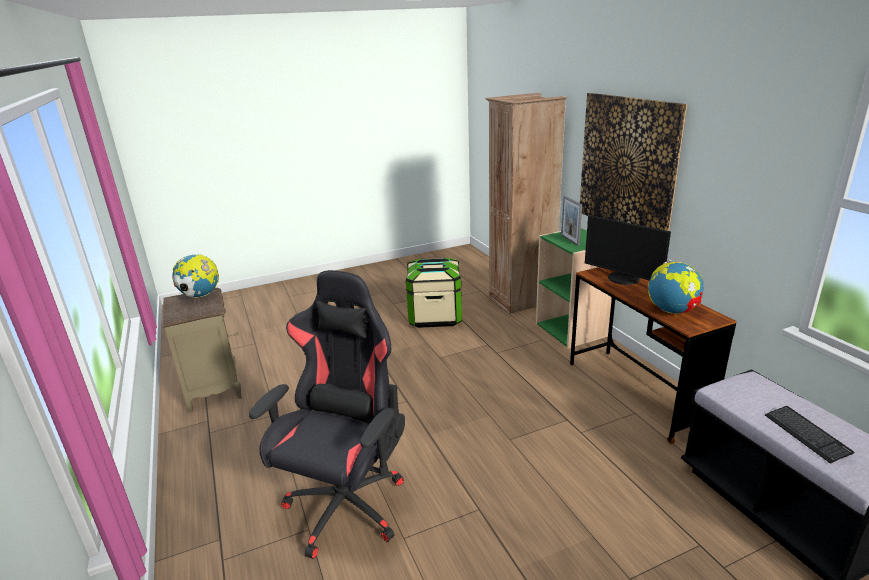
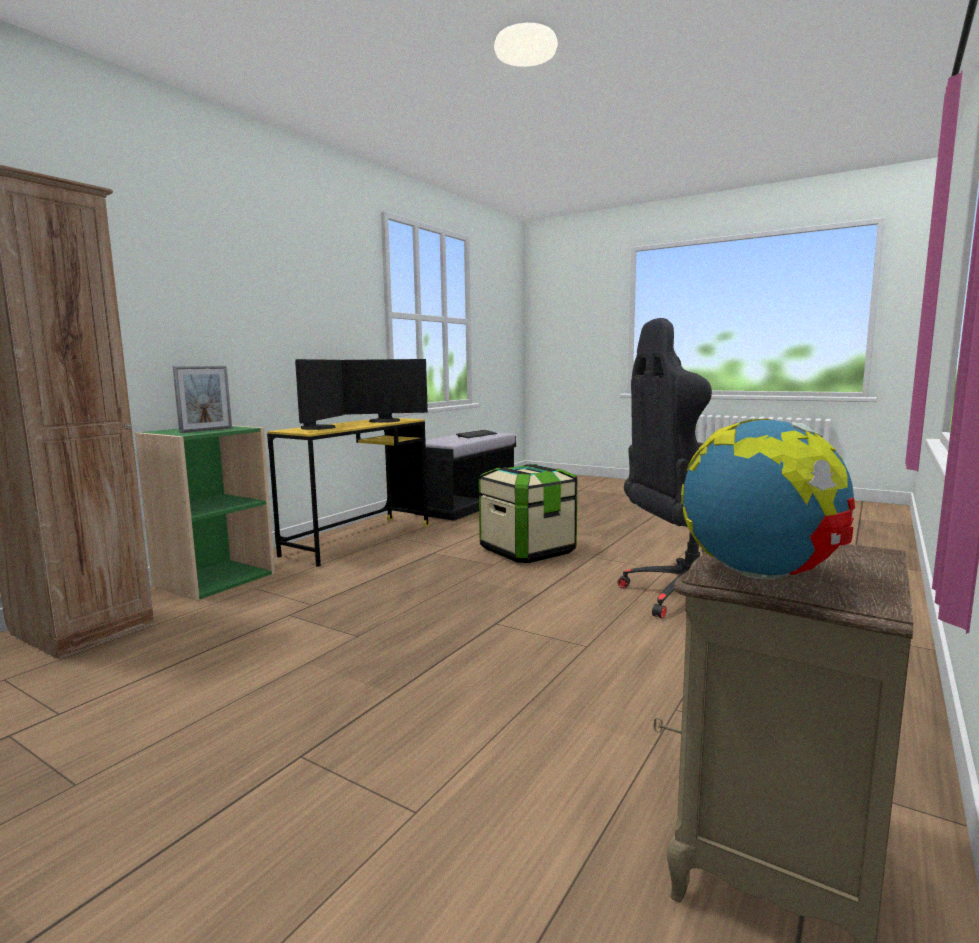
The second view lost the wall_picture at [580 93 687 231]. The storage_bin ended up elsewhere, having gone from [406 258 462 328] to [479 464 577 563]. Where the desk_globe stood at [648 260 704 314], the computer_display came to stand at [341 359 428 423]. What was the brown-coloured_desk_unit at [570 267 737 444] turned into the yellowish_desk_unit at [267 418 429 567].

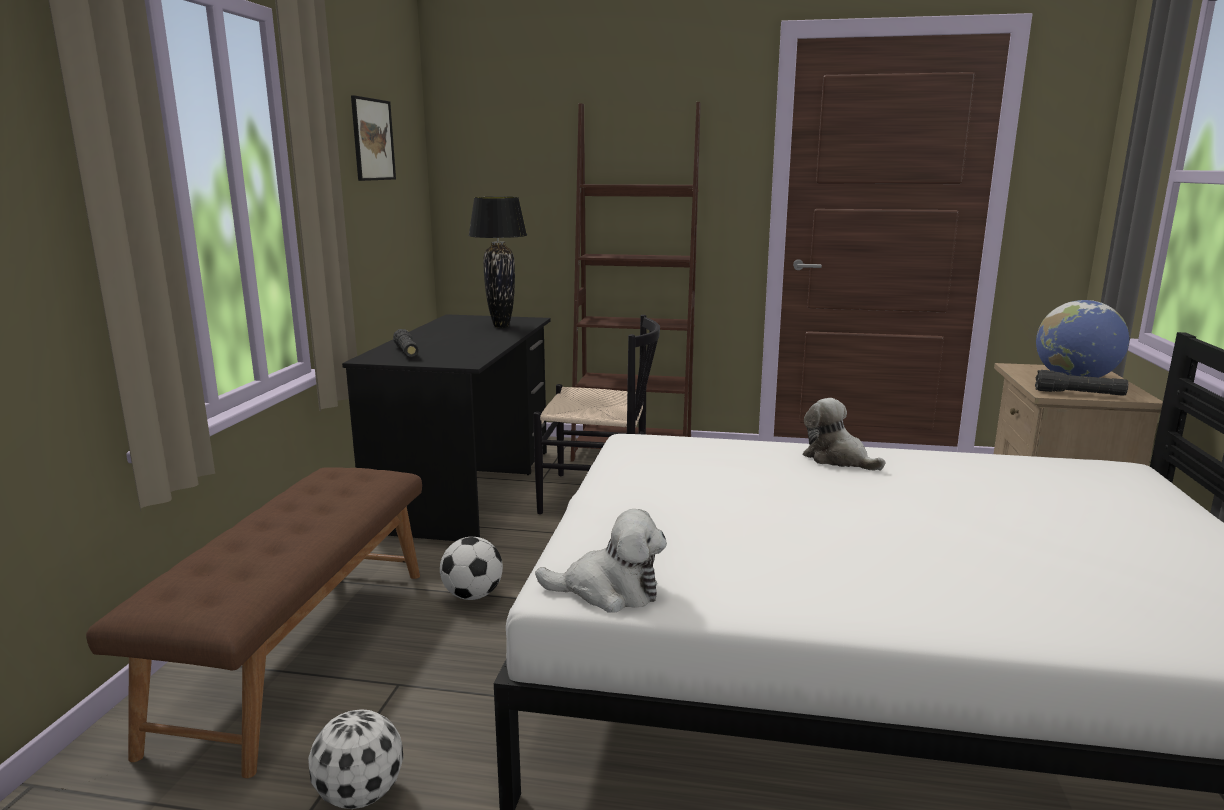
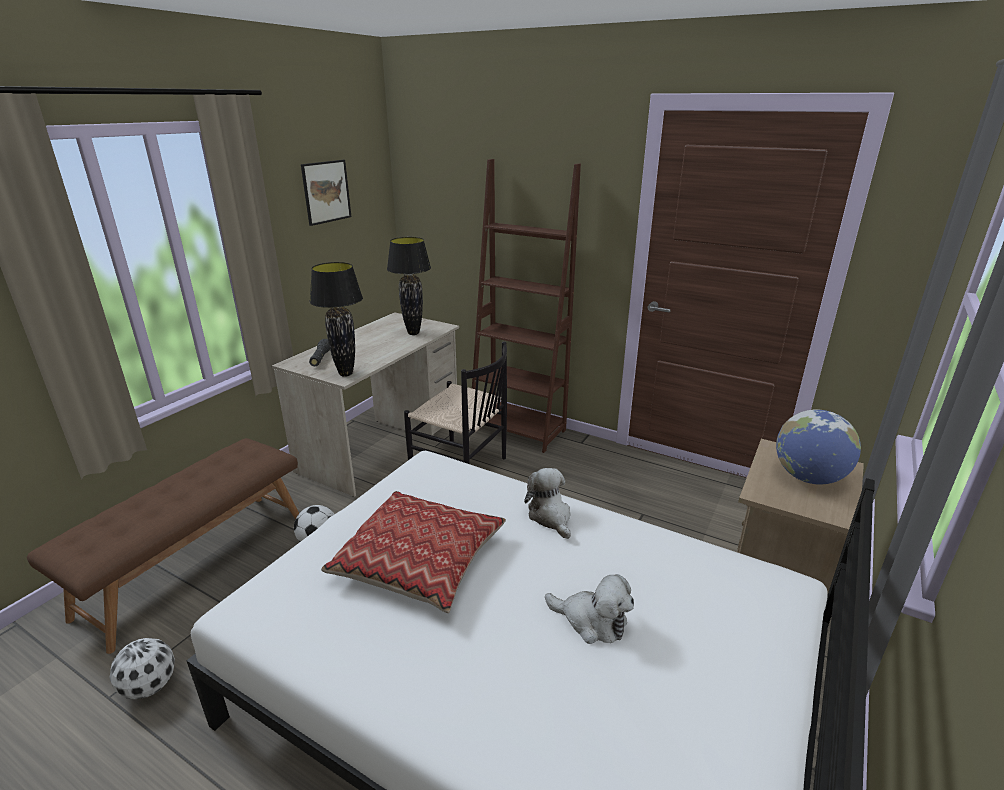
What was the black-coloured_desk_unit at [342 314 551 541] turned into the beige_desk_unit at [272 312 459 497]. The second view lost the black-coloured_flashlight at [1035 370 1128 396]. The cuddly_toy ended up elsewhere, having gone from [535 509 667 613] to [545 574 634 644]. The second view gained the black-coloured_tabletop_lamp at [310 262 363 377]. The second view gained the pillow at [321 491 506 613].

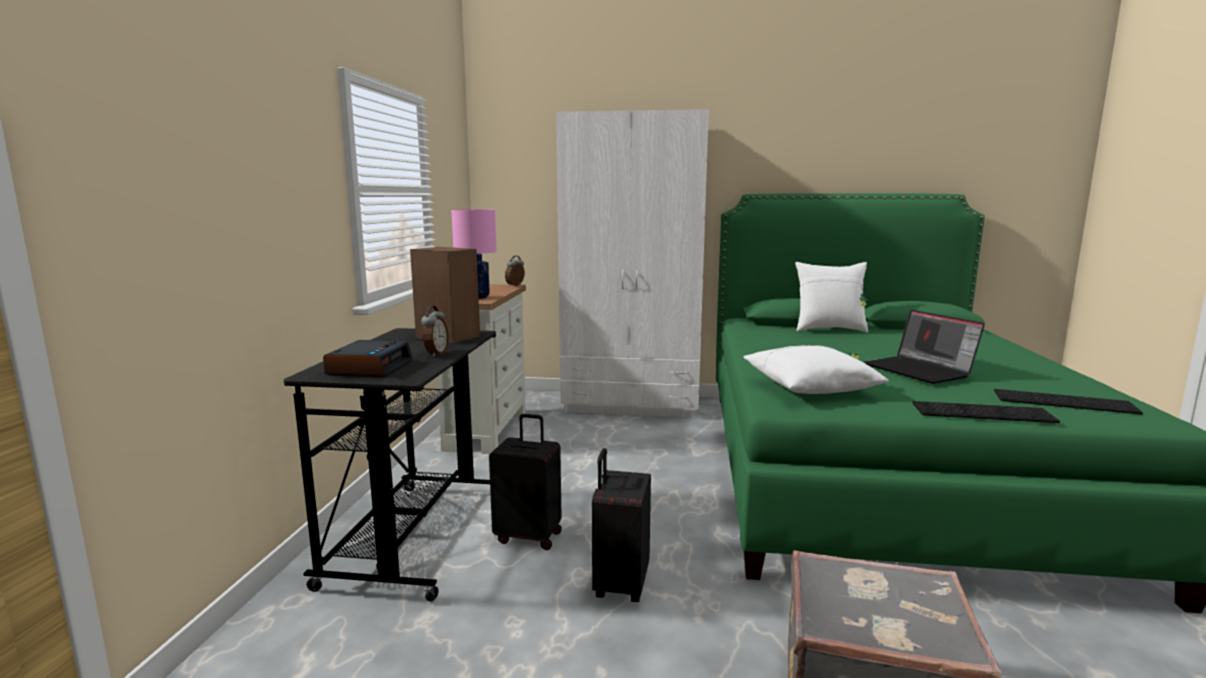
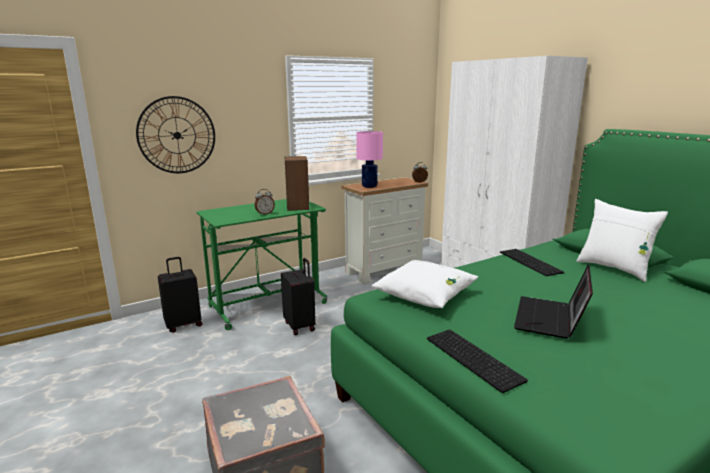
What was the black-coloured_desk_unit at [284 328 496 602] turned into the green-coloured_desk_unit at [196 199 327 330]. The second view lost the table_clock at [323 340 413 377]. The PC_keyboard ended up elsewhere, having gone from [994 389 1143 415] to [500 249 564 276]. The black-coloured_travel_case ended up elsewhere, having gone from [592 448 651 602] to [158 257 202 333]. The second view gained the hanging_clock at [136 96 215 173].

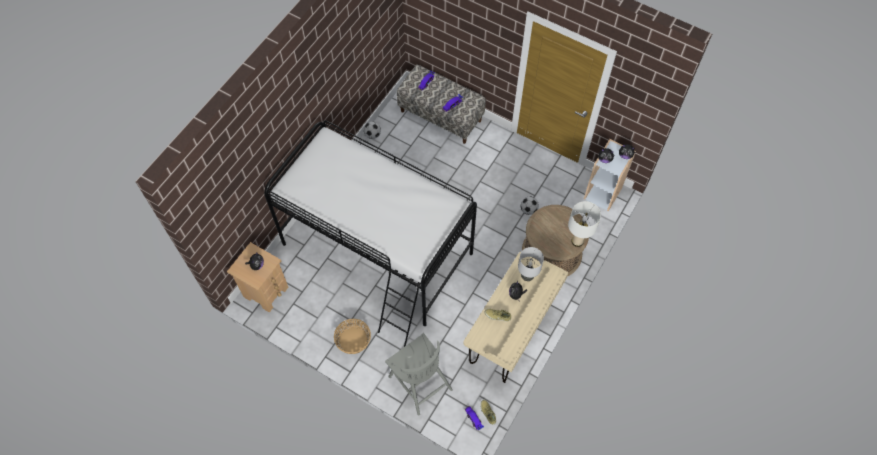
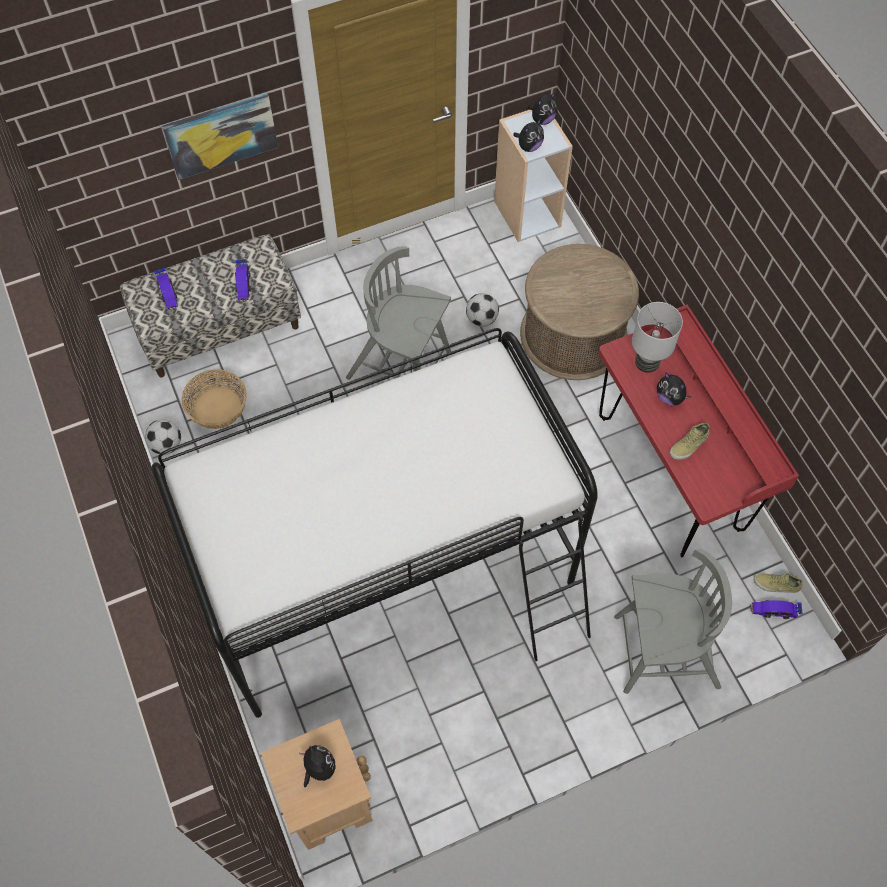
The second view lost the white-coloured_tabletop_lamp at [568 201 601 247]. What was the beige_desk_unit at [463 252 568 383] turned into the red-coloured_desk_unit at [598 304 799 557]. The storage_basket ended up elsewhere, having gone from [334 319 371 354] to [182 369 247 429]. The second view gained the wall_picture at [162 93 278 180]. The second view gained the greyish_upright_chair at [346 246 451 380].

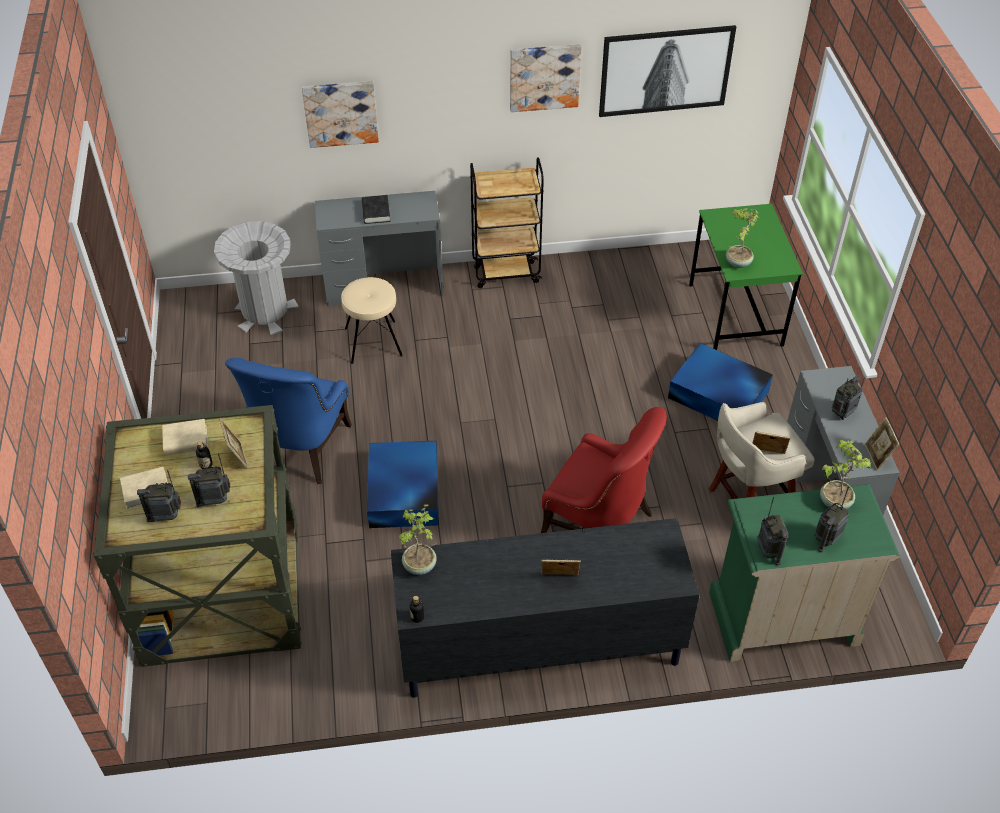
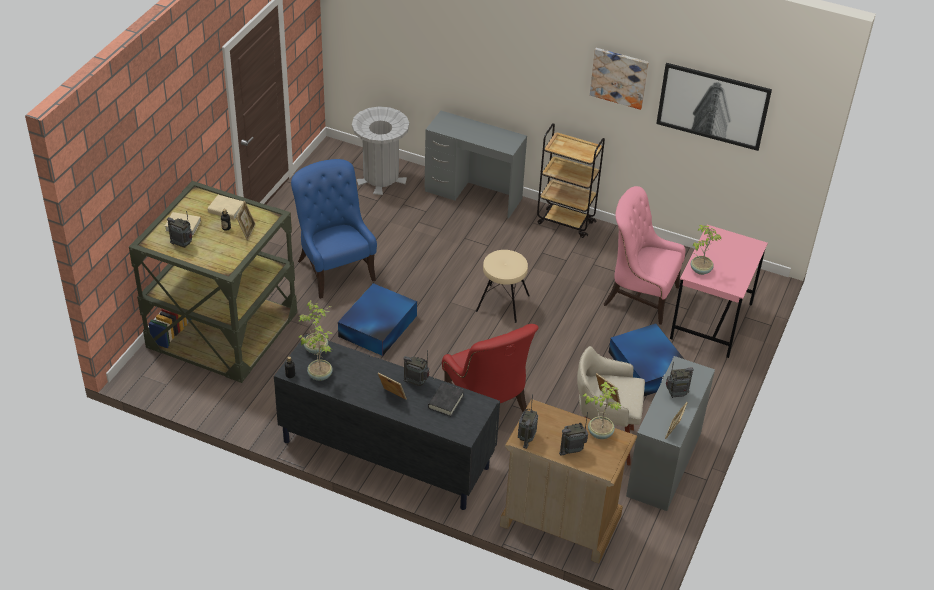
The second view lost the wall_picture at [302 81 379 148]. The black-coloured_book ended up elsewhere, having gone from [362 195 390 224] to [428 383 464 416]. What was the green-coloured_desk_unit at [689 204 803 350] turned into the pinkish_desk_unit at [670 225 768 358]. The beige_stool_seat ended up elsewhere, having gone from [341 277 403 364] to [476 250 530 323]. The blue_upright_chair at [225 358 352 484] ended up facing another way, 105 degrees clockwise from before. The radio_set ended up elsewhere, having gone from [188 453 230 507] to [403 350 429 386]. What was the green-coloured_drawer_chest at [709 484 900 662] turned into the brown-coloured_drawer_chest at [500 399 637 563]. The second view gained the pinkish_upright_chair at [604 186 686 325]. The second view gained the plant_in_a_pot at [298 326 333 381].

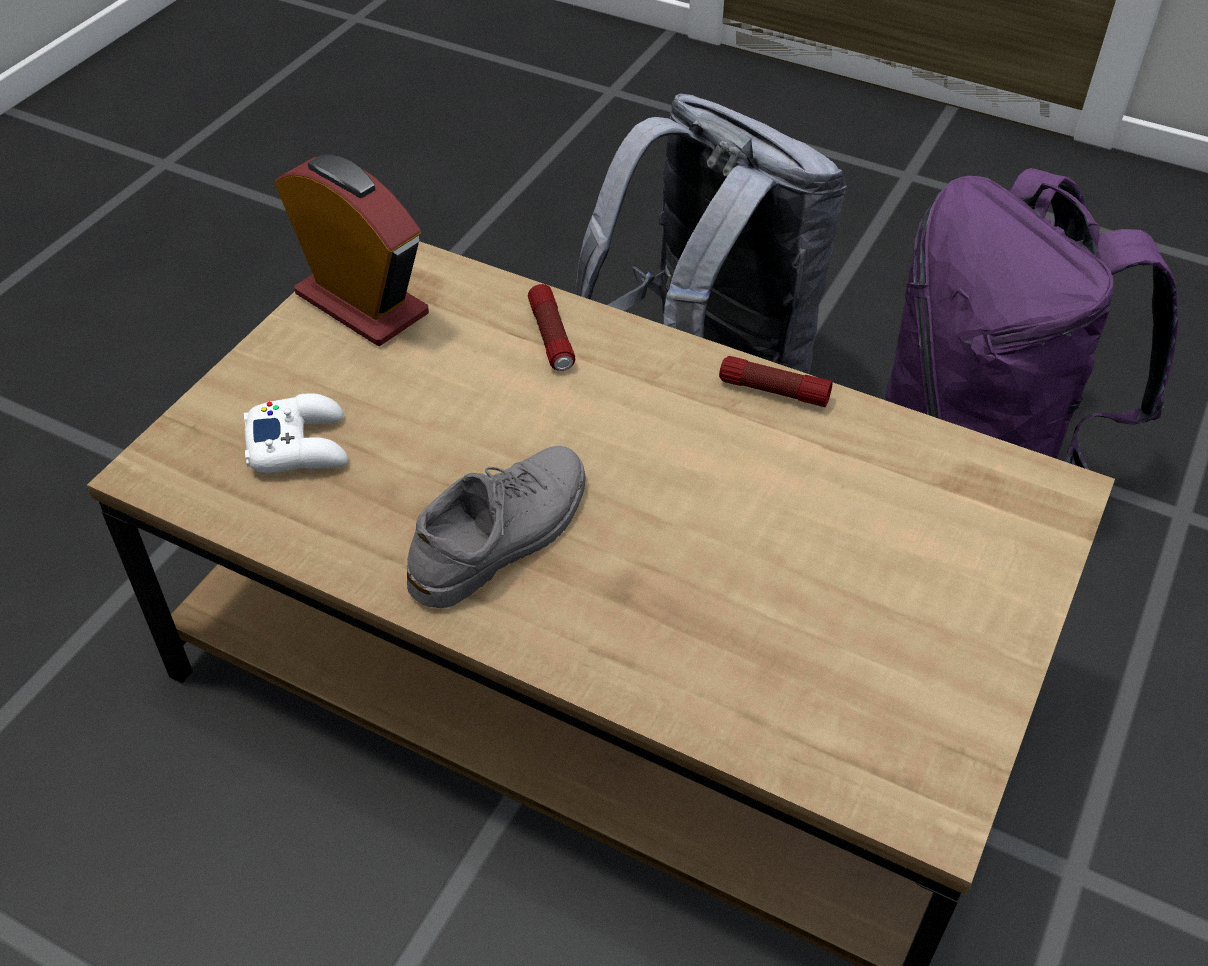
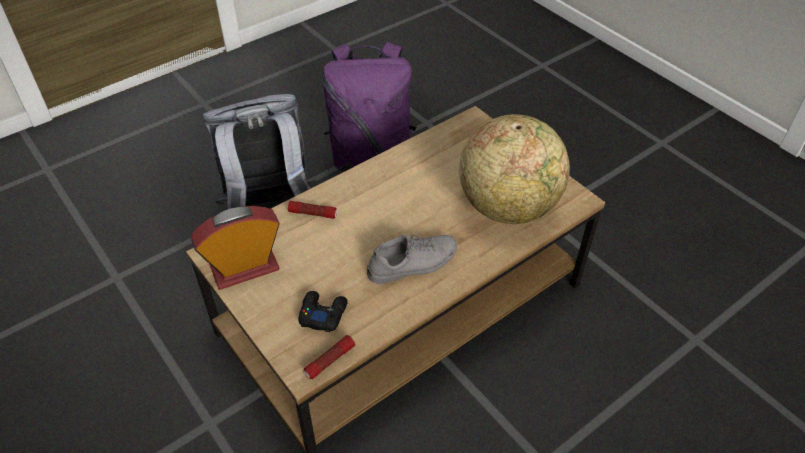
The flashlight ended up elsewhere, having gone from [719 356 833 407] to [304 335 355 379]. What was the white-coloured_joypad at [244 393 348 473] turned into the black-coloured_joypad at [298 291 348 332]. The greyish_shoe at [407 446 586 608] ended up facing another way, 90 degrees clockwise from before. The second view gained the desk_globe at [459 114 570 224].

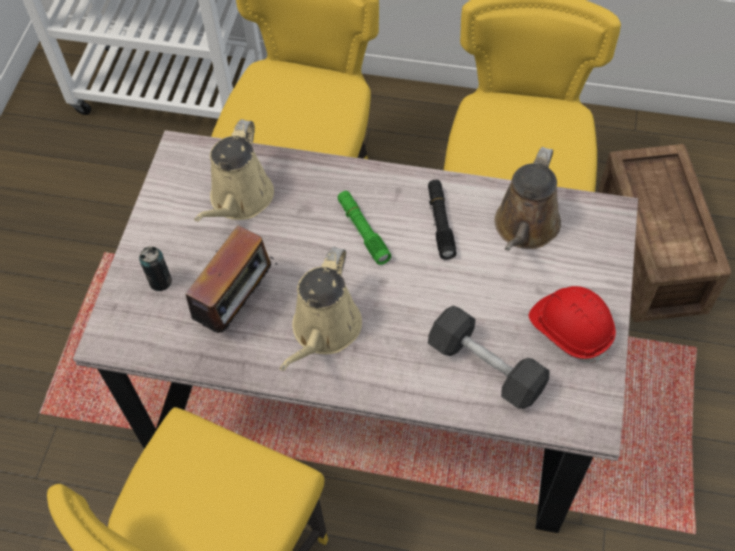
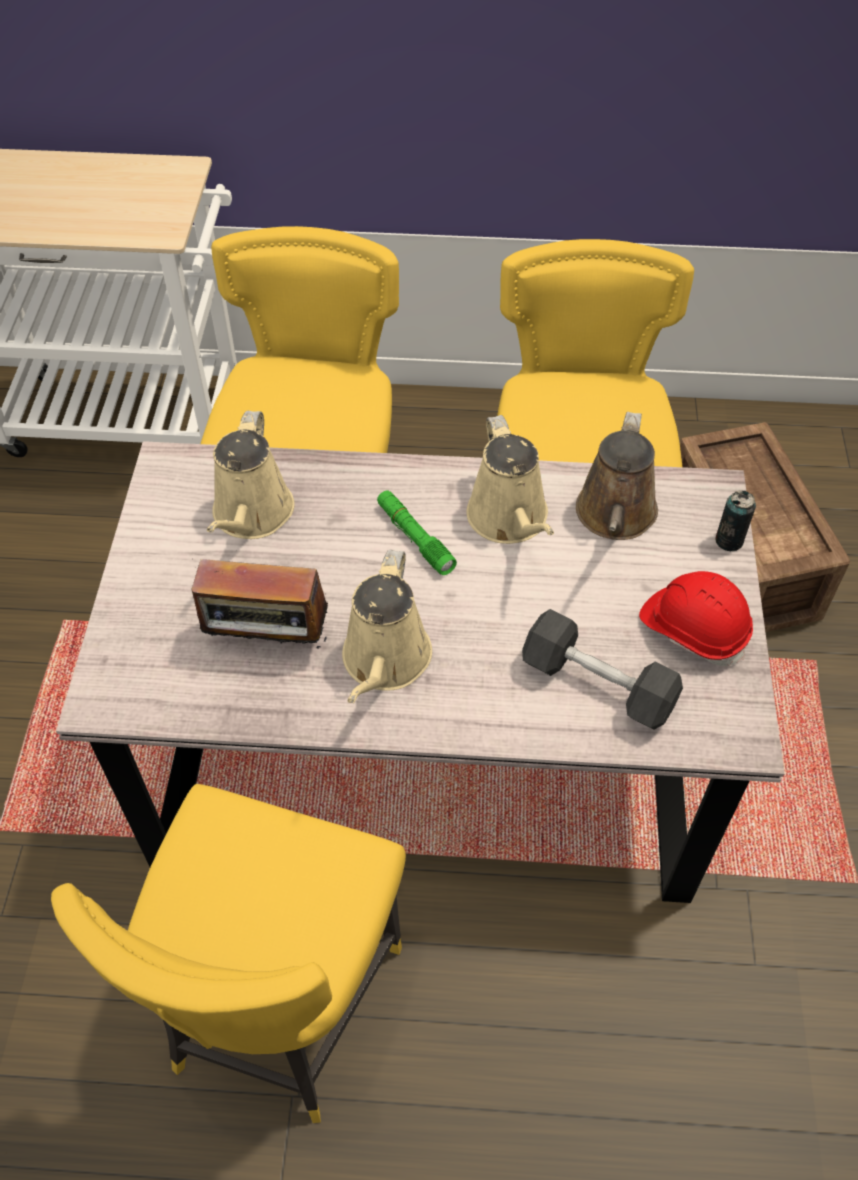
Where the black-coloured_flashlight stood at [428 180 457 260], the beige_watering_can came to stand at [467 415 554 544]. The radio_set at [186 225 277 333] ended up facing another way, 75 degrees clockwise from before. The can ended up elsewhere, having gone from [139 246 172 291] to [716 490 756 551].

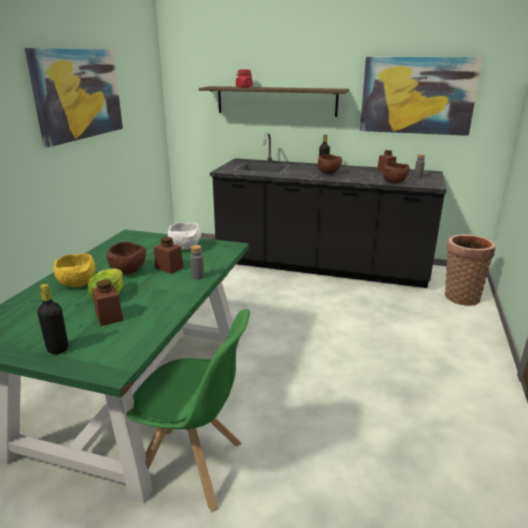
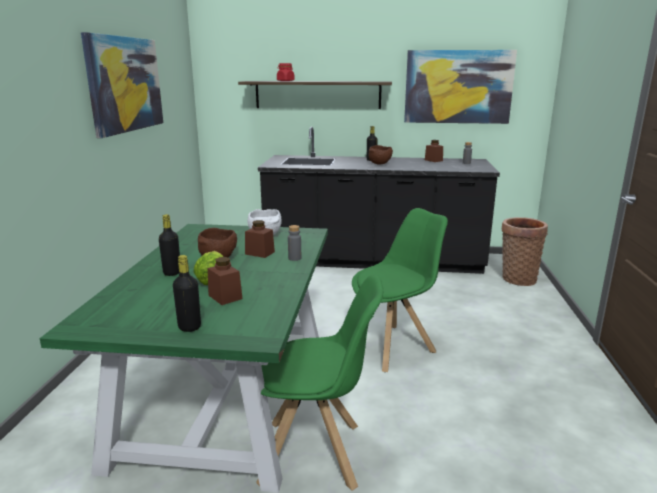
The second view lost the brown-coloured_deep_dish at [383 162 410 183]. Where the yellowish_deep_dish stood at [53 253 96 288], the black-coloured_beverage_bottle came to stand at [159 214 180 276]. The second view gained the green-coloured_upright_chair at [352 208 448 372].

